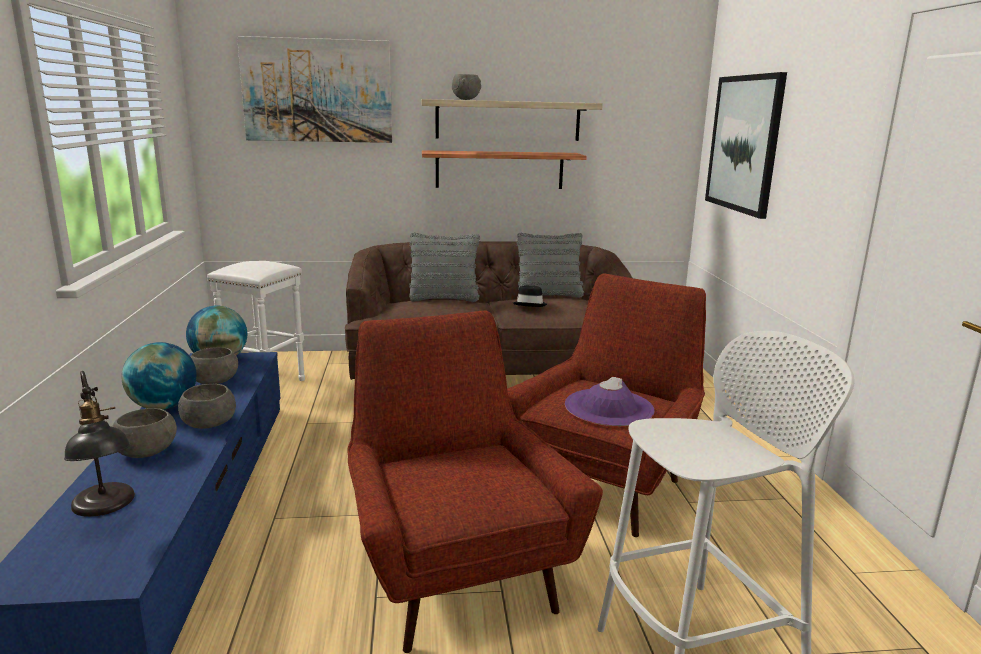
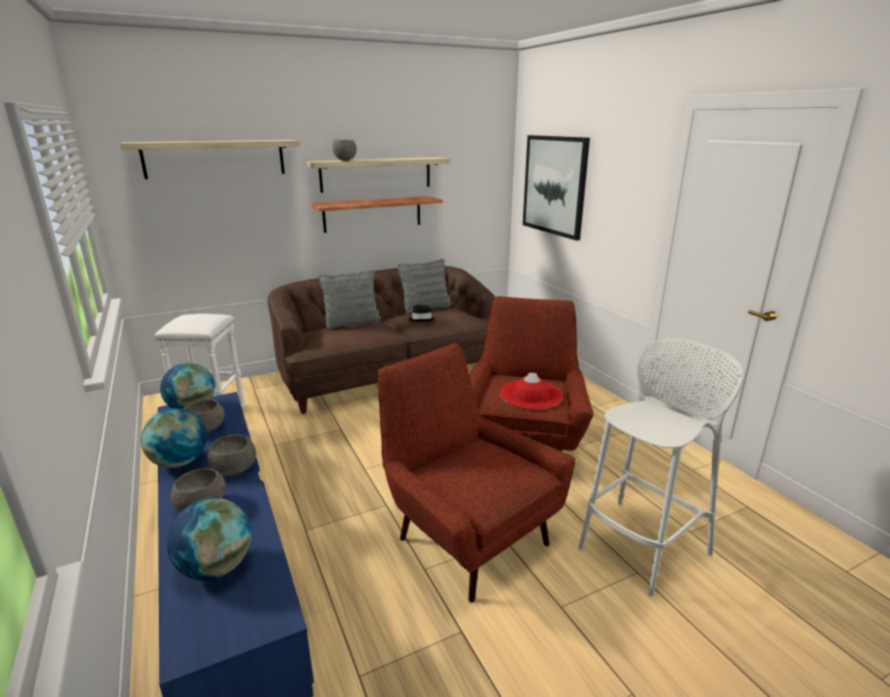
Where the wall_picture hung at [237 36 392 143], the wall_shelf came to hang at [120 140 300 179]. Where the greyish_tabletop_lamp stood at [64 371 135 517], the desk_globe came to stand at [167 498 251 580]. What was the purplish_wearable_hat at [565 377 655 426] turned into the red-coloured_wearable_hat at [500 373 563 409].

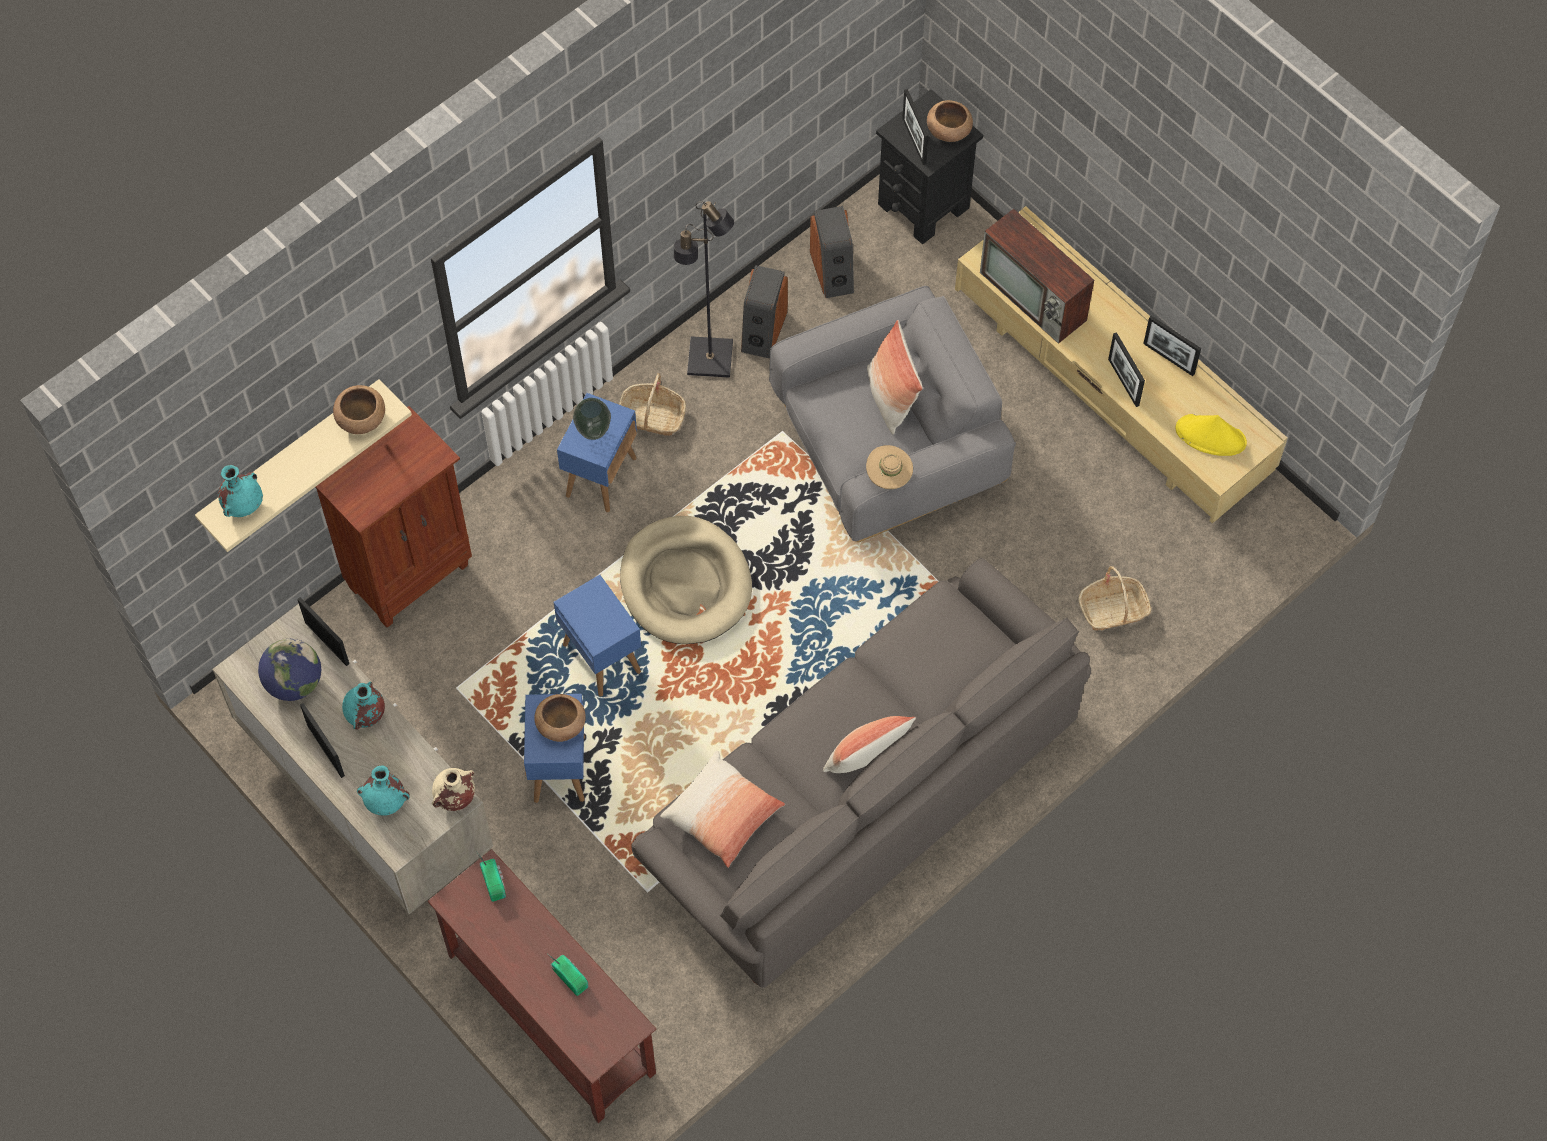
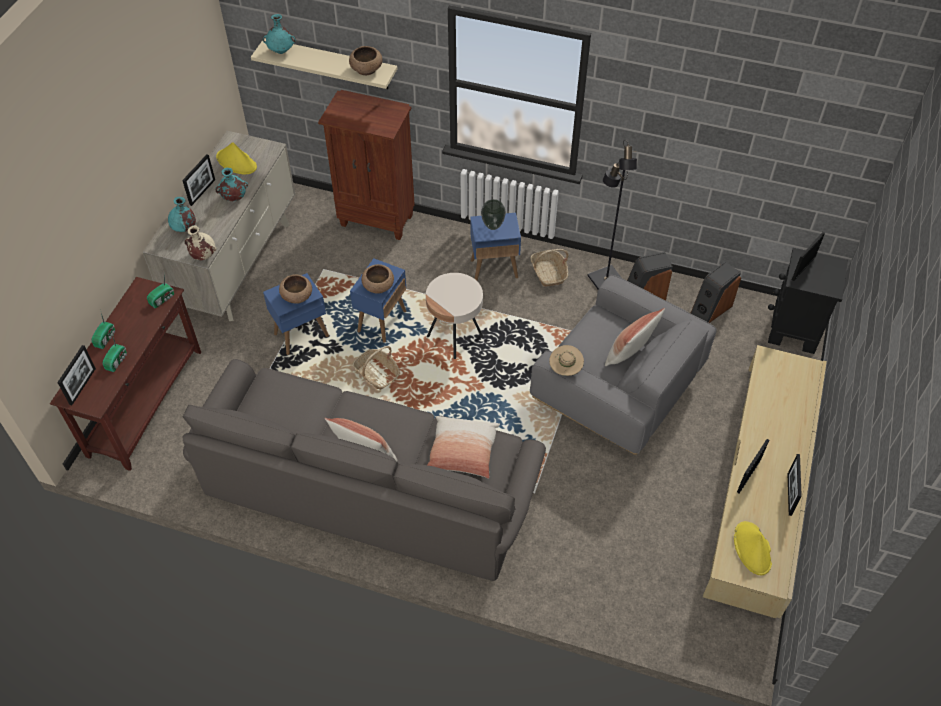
The brown-coloured_deep_dish ended up elsewhere, having gone from [927 100 973 142] to [361 264 394 294]. The second view lost the television at [980 209 1094 344]. Where the beige_dog_cushion stood at [620 516 752 644], the beige_end_table came to stand at [426 273 483 359]. The storage_basket ended up elsewhere, having gone from [1079 566 1151 631] to [352 346 400 390]. The standing_frame ended up elsewhere, having gone from [297 597 349 666] to [57 345 96 405]. Where the desk_globe stood at [258 639 321 701], the yellowish_wearable_hat came to stand at [216 142 257 175]. The pillow ended up elsewhere, having gone from [660 751 785 868] to [427 416 500 479]. The second view gained the radio_set at [91 313 115 349].

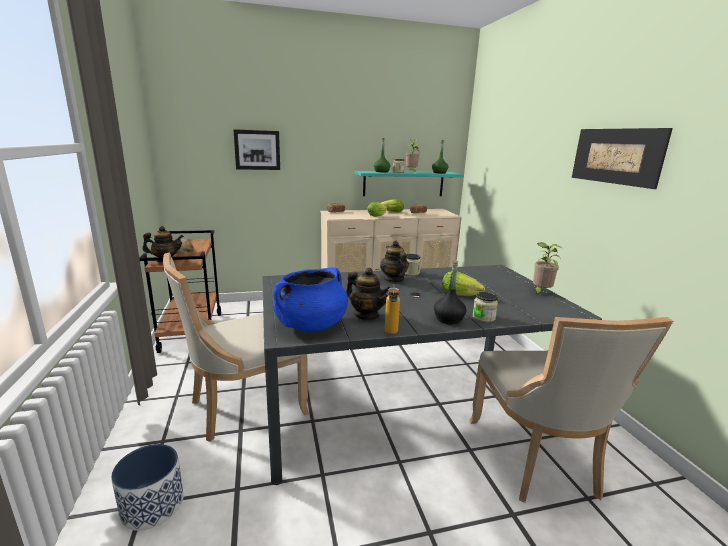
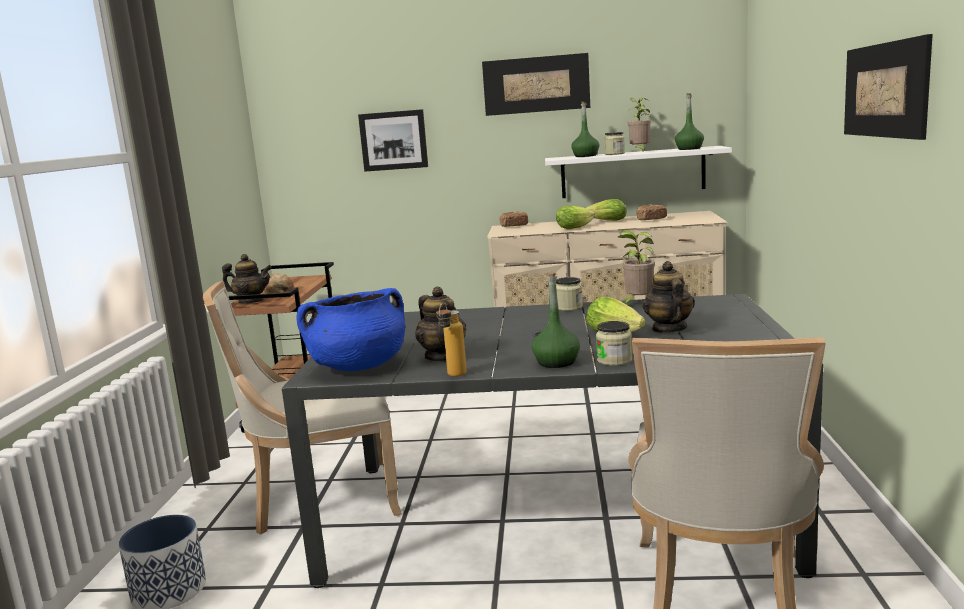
What was the turquoise-coloured_wall_shelf at [355 171 464 196] turned into the white-coloured_wall_shelf at [545 146 732 198]. The pot_for_tea ended up elsewhere, having gone from [380 241 409 283] to [642 261 695 333]. The plant_in_a_pot ended up elsewhere, having gone from [533 242 562 295] to [618 231 655 304]. What was the black-coloured_beverage_bottle at [434 261 467 324] turned into the green-coloured_beverage_bottle at [532 272 580 368]. The second view gained the wall_picture at [482 53 590 116].

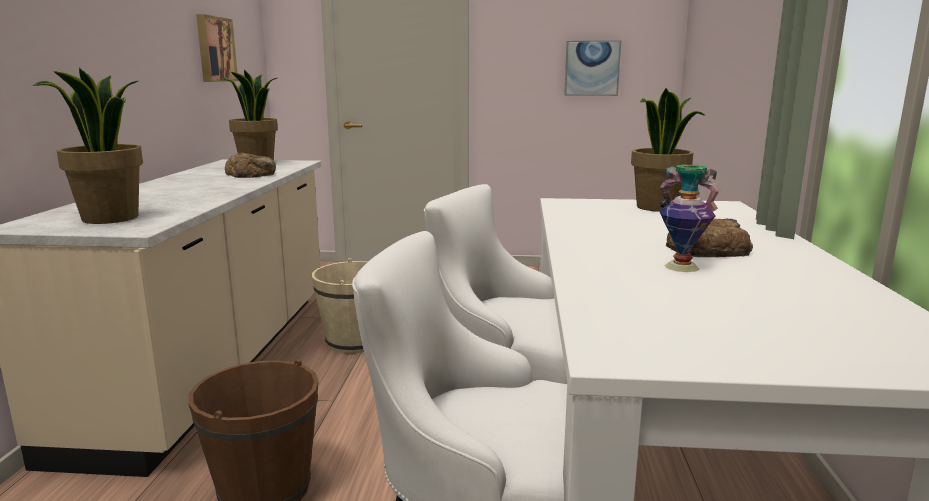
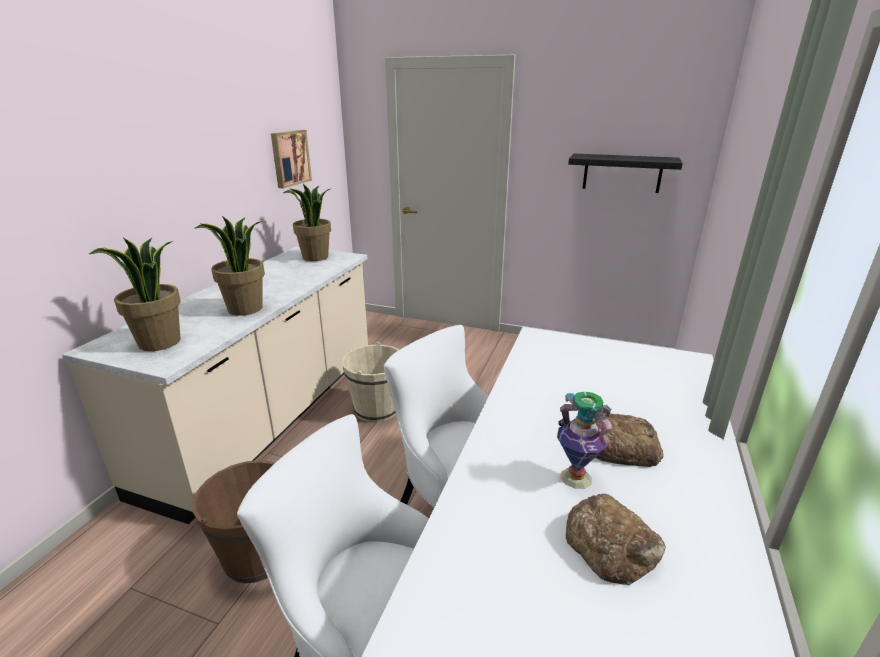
Where the wall_picture hung at [564 40 621 96], the black-coloured_wall_shelf came to hang at [568 154 683 193]. The plant_in_a_pot ended up elsewhere, having gone from [631 88 705 212] to [195 216 265 316]. The bread ended up elsewhere, having gone from [225 152 276 178] to [566 494 666 585].

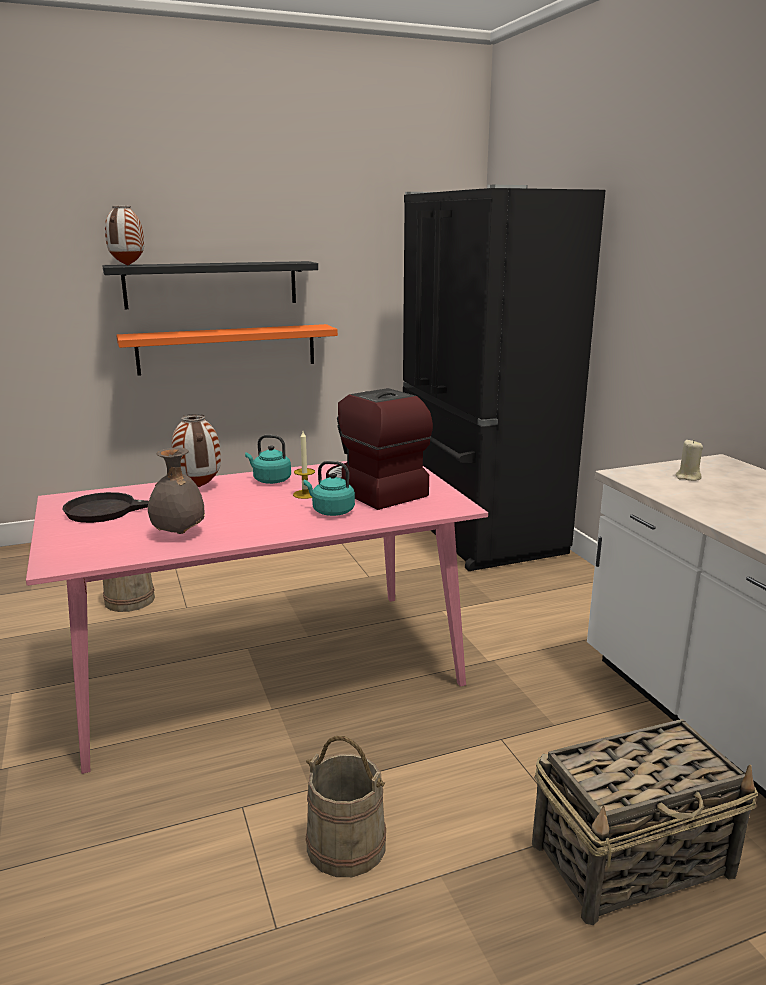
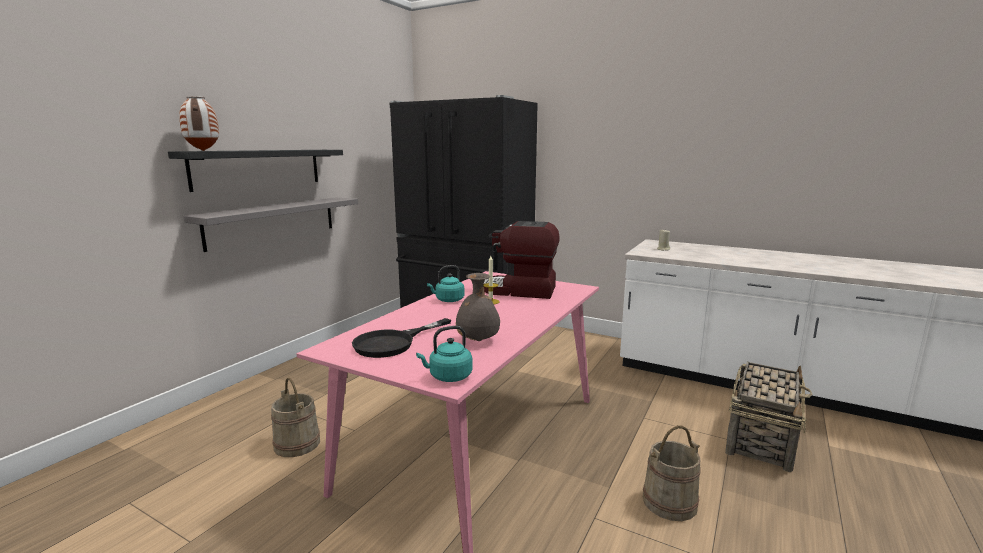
What was the orange-coloured_wall_shelf at [116 324 338 376] turned into the greyish_wall_shelf at [183 197 358 252]. The second view lost the vase at [171 414 221 487]. The turquoise-coloured_water_kettle ended up elsewhere, having gone from [304 461 355 516] to [416 326 472 382].

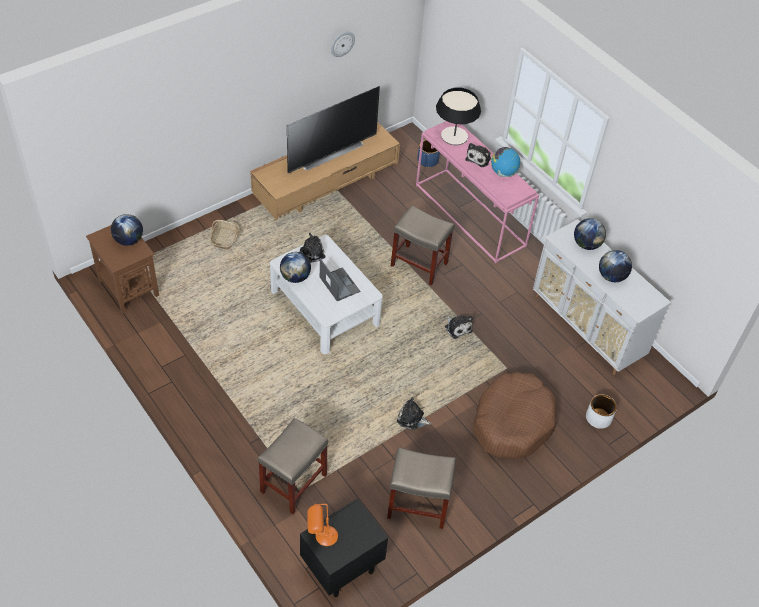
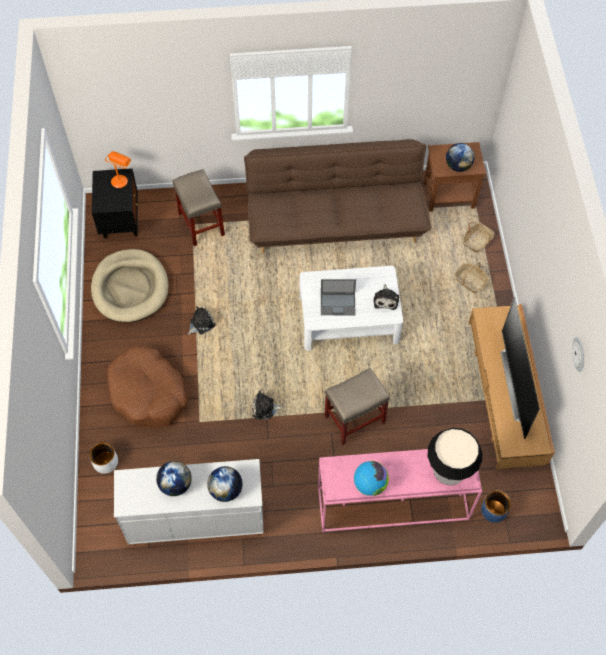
The second view lost the cuddly_toy at [465 143 491 167]. The second view lost the desk_globe at [280 252 311 283]. Where the beige_stool_seat stood at [387 447 456 529], the beige_dog_cushion came to stand at [91 249 169 322]. The second view gained the brown-coloured_settee at [244 139 431 254]. The second view gained the storage_basket at [462 221 495 253].

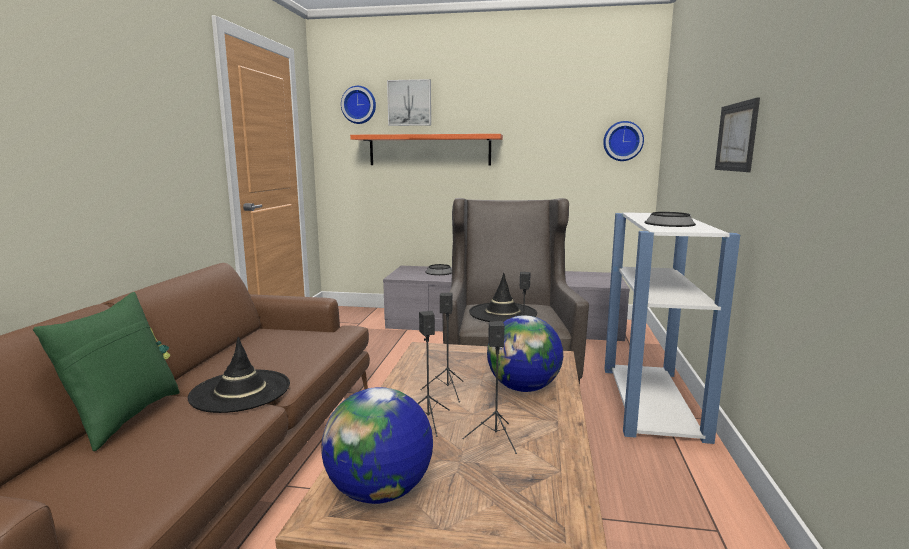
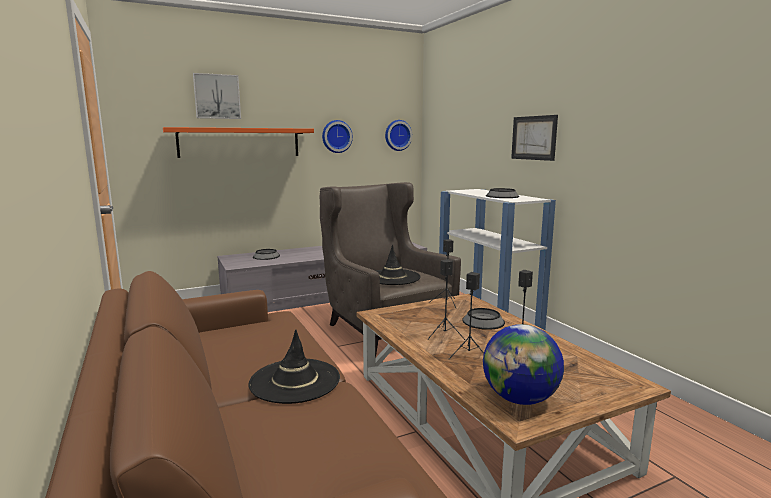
The hanging_clock ended up elsewhere, having gone from [341 86 376 124] to [322 120 353 153]. The second view lost the green-coloured_pillow at [33 292 180 451]. Where the desk_globe stood at [487 316 563 392], the deep_dish came to stand at [462 308 505 330].

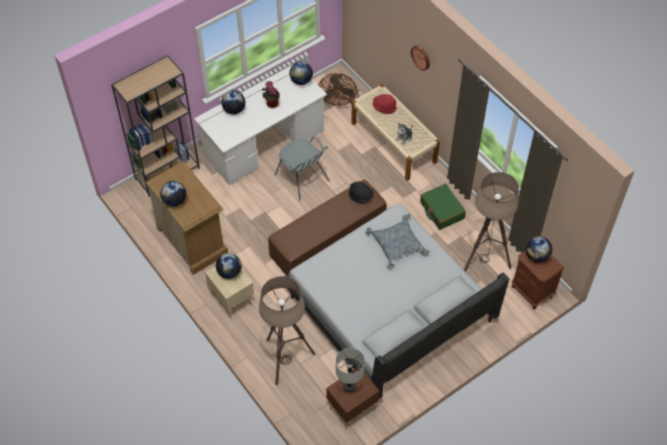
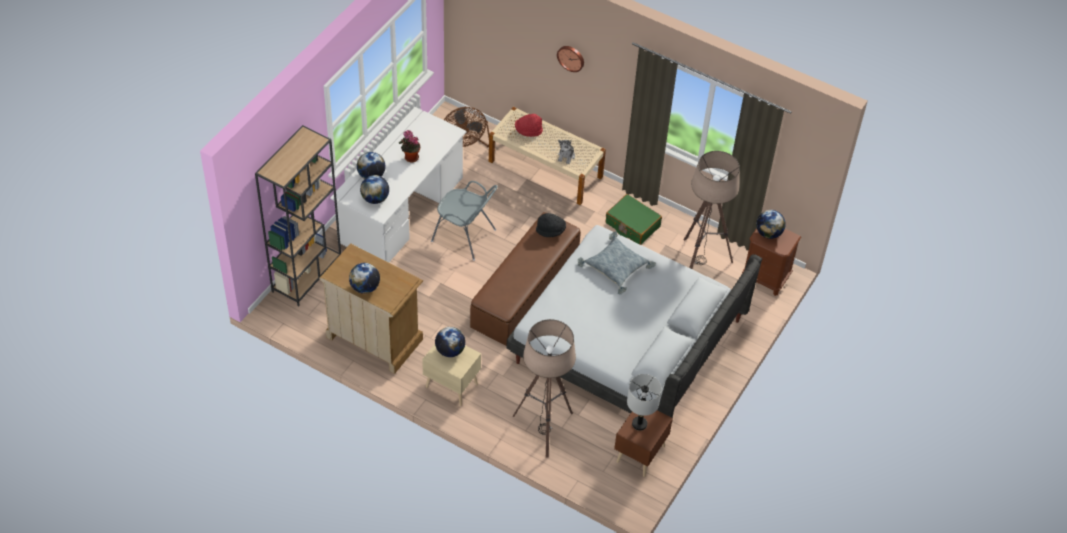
The desk_globe ended up elsewhere, having gone from [289 61 313 85] to [360 175 389 204].

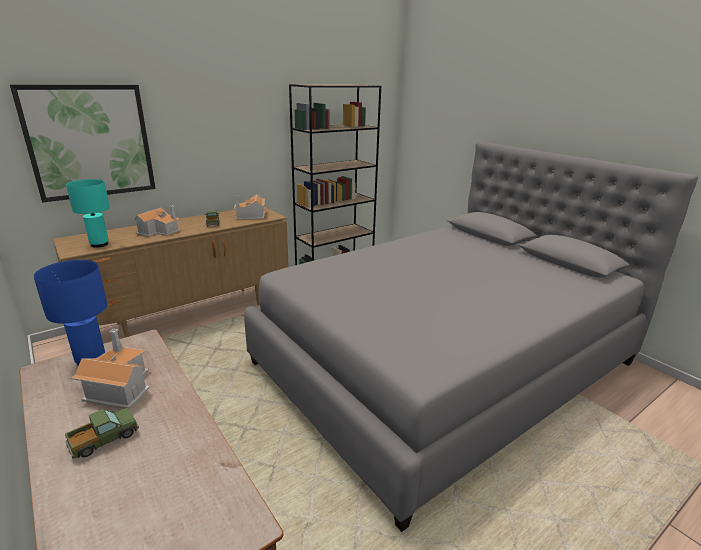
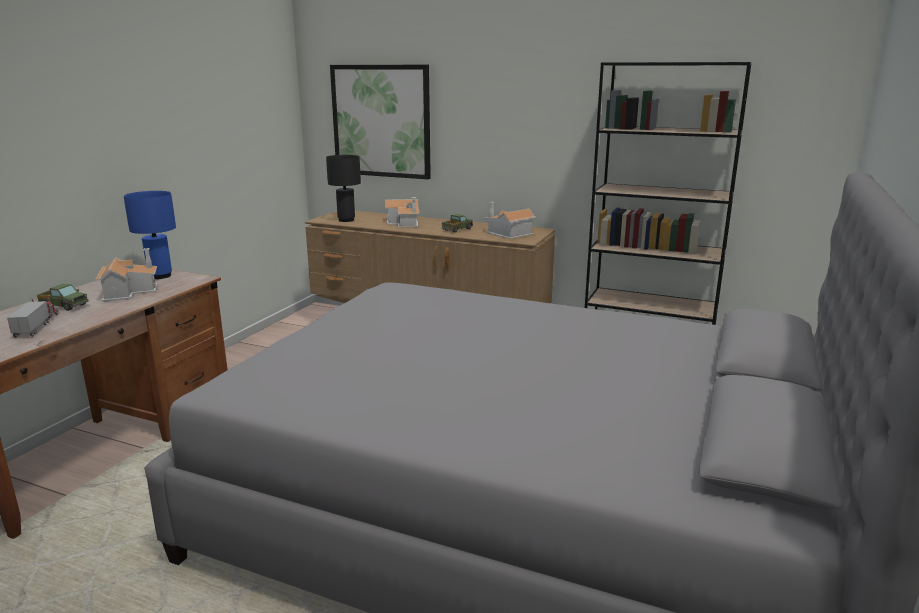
What was the turquoise-coloured_tabletop_lamp at [66 179 110 248] turned into the black-coloured_tabletop_lamp at [326 155 361 222]. The second view gained the toy_truck at [7 298 59 338].

